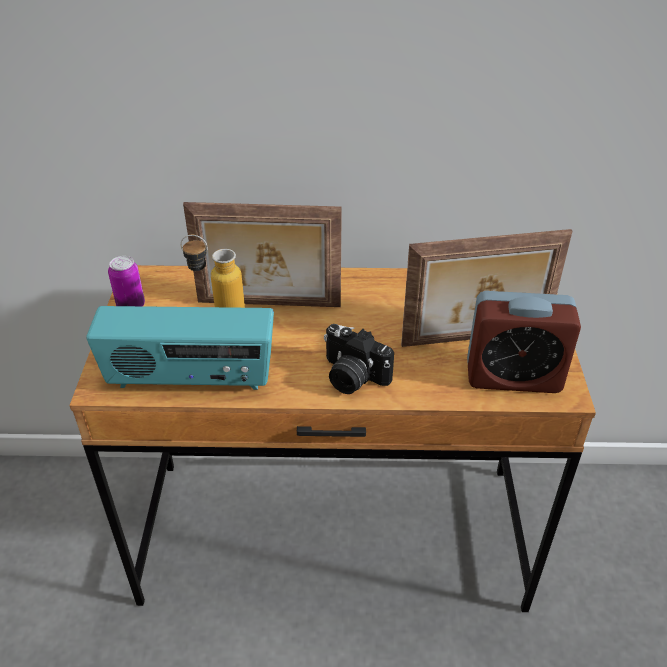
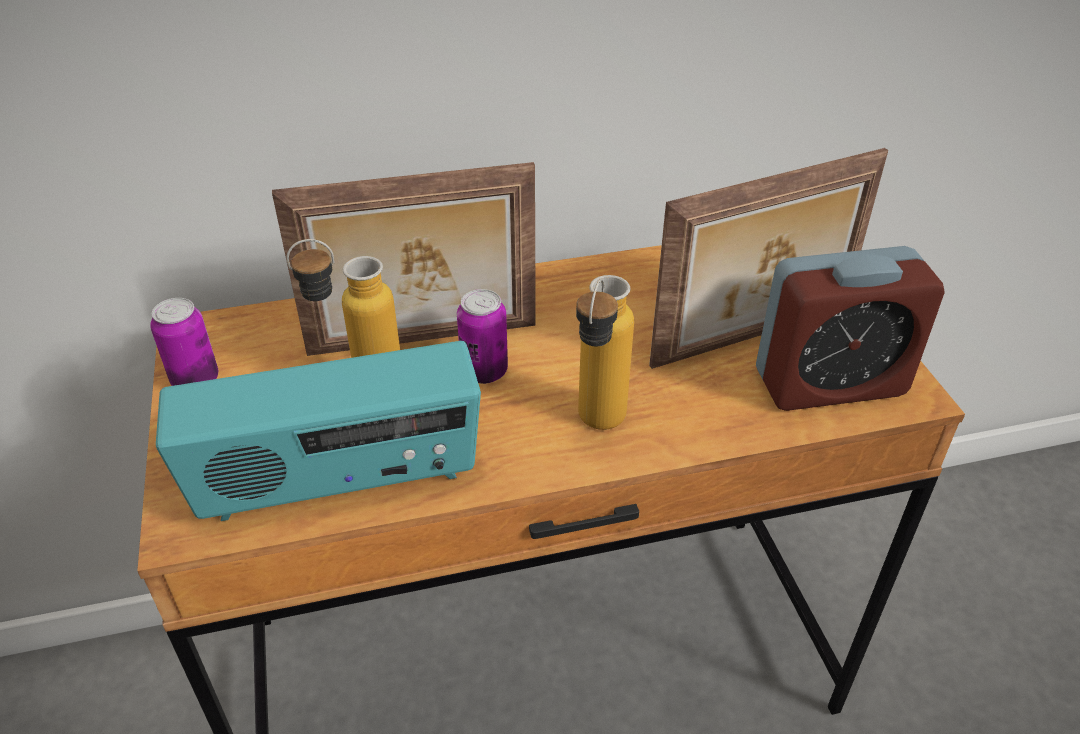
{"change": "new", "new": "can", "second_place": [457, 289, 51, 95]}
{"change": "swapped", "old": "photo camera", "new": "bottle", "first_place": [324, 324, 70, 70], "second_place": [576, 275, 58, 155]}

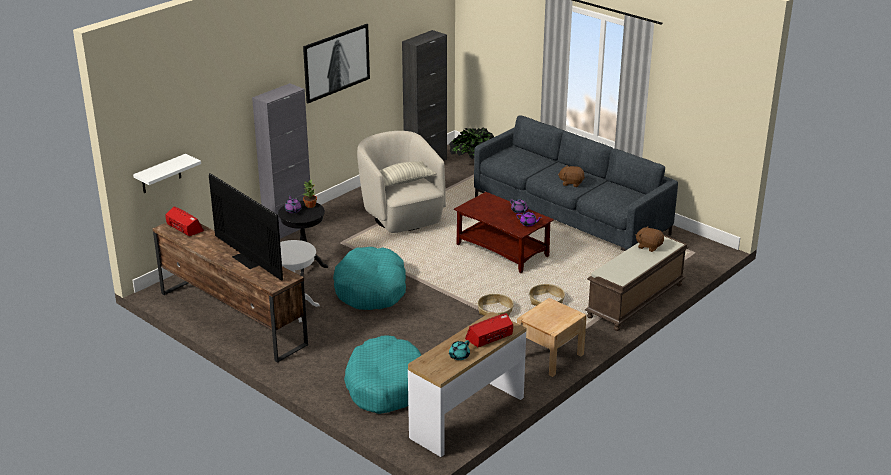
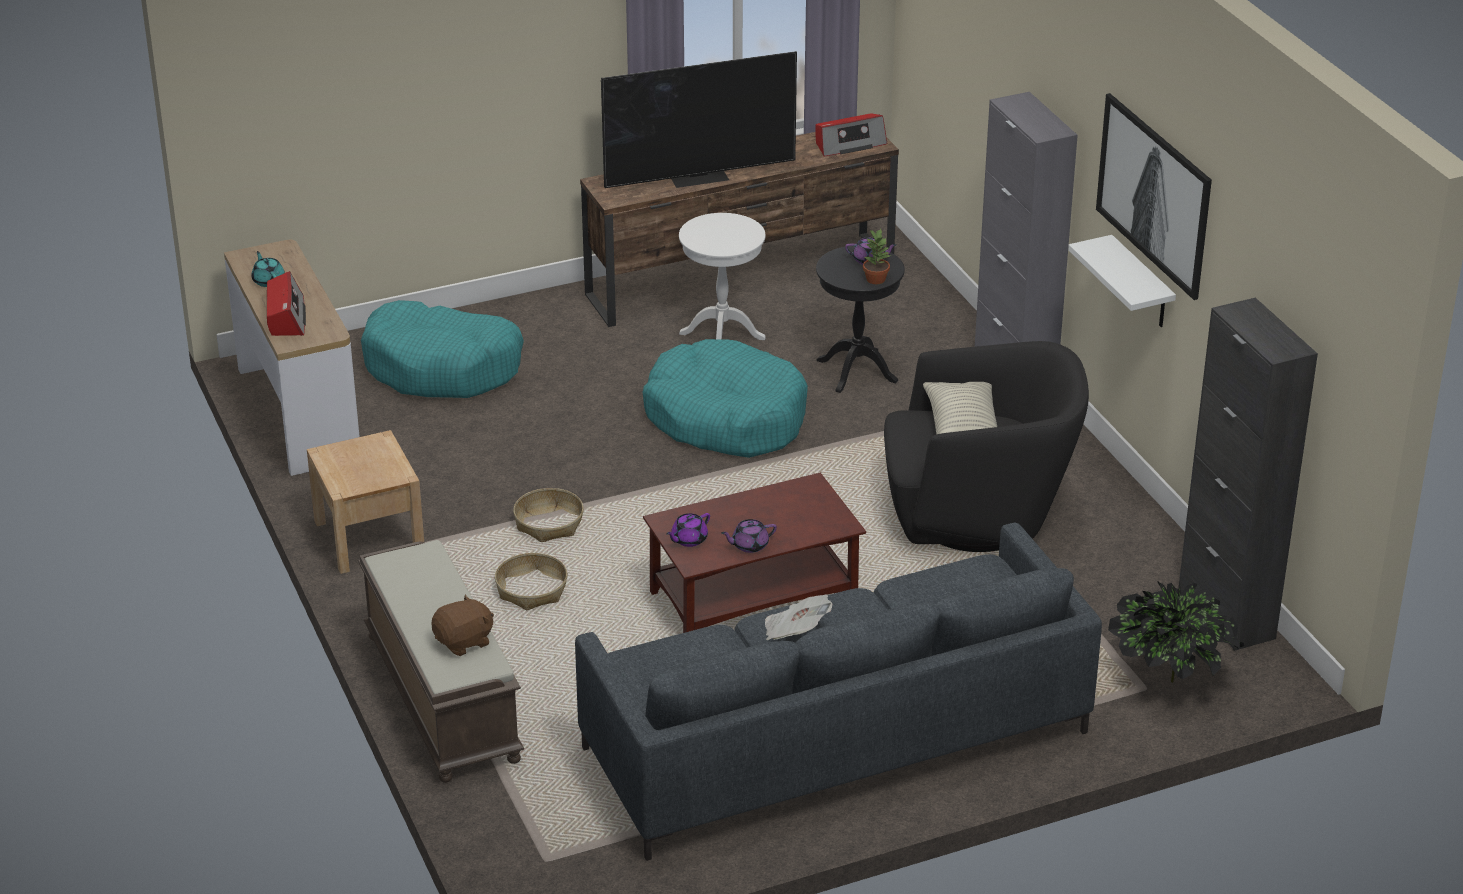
{"change": "swapped", "old": "brown plush toy", "new": "newspaper", "first_place": [558, 165, 27, 22], "second_place": [765, 594, 67, 46]}
{"change": "repainted", "old": "beige armchair", "new": "black armchair", "first_place": [357, 131, 89, 102], "second_place": [884, 341, 205, 211]}
{"change": "shifted", "old": "white shelf", "first_place": [133, 154, 68, 39], "second_place": [1068, 235, 108, 92]}

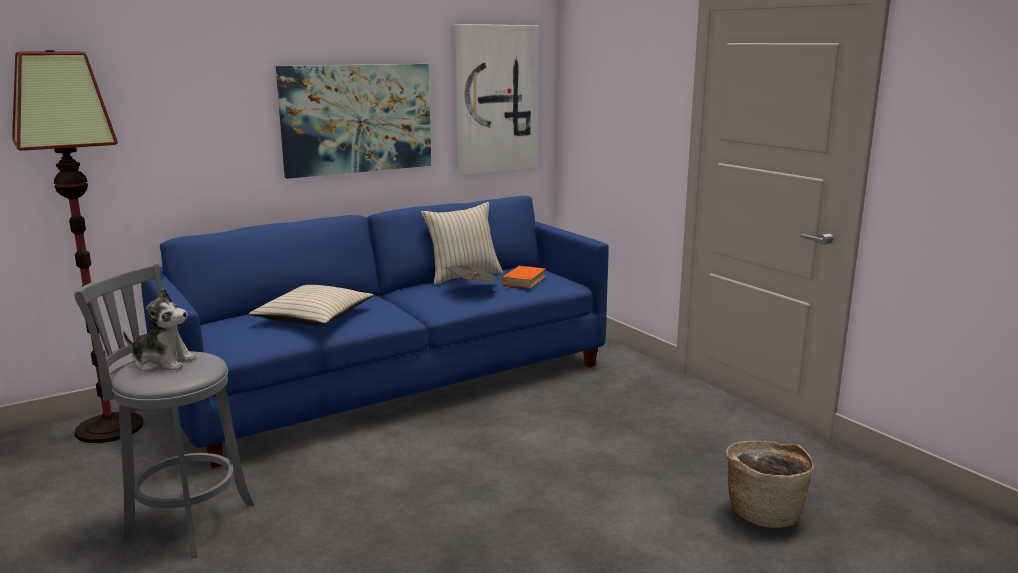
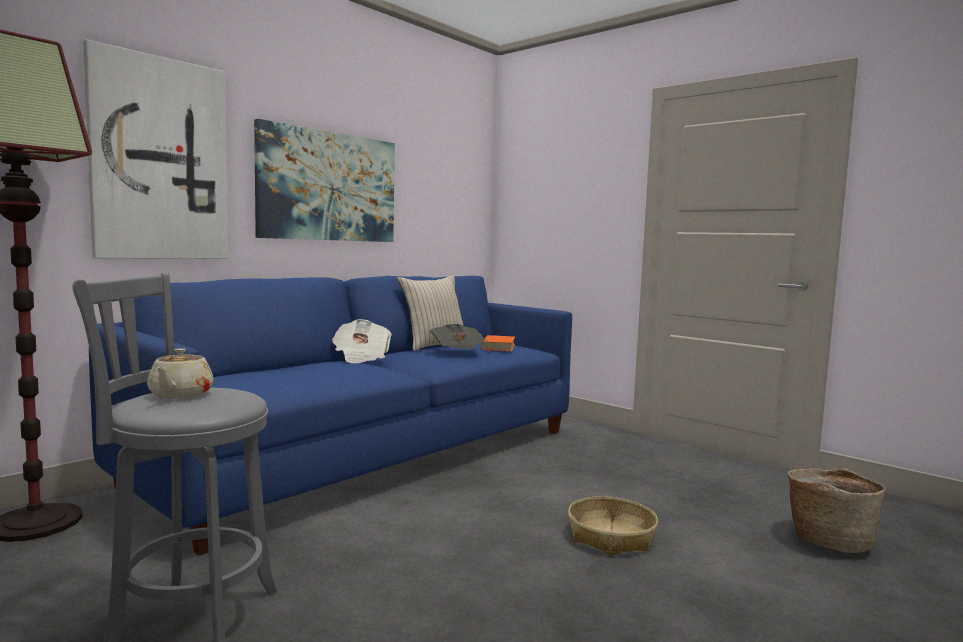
{"change": "shifted", "old": "picture", "first_place": [454, 24, 85, 152], "second_place": [83, 40, 145, 219]}
{"change": "swapped", "old": "plush toy", "new": "beige teapot", "first_place": [123, 288, 74, 84], "second_place": [147, 348, 67, 51]}
{"change": "new", "new": "newspaper", "second_place": [332, 319, 60, 44]}
{"change": "new", "new": "basket", "second_place": [568, 496, 90, 60]}
{"change": "gone", "old": "beige pillow", "first_place": [249, 285, 125, 41]}

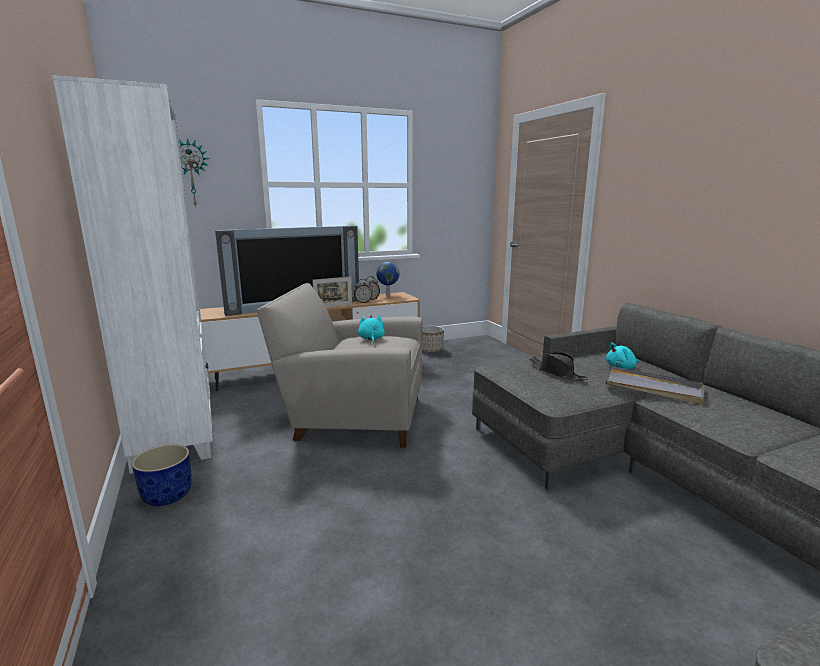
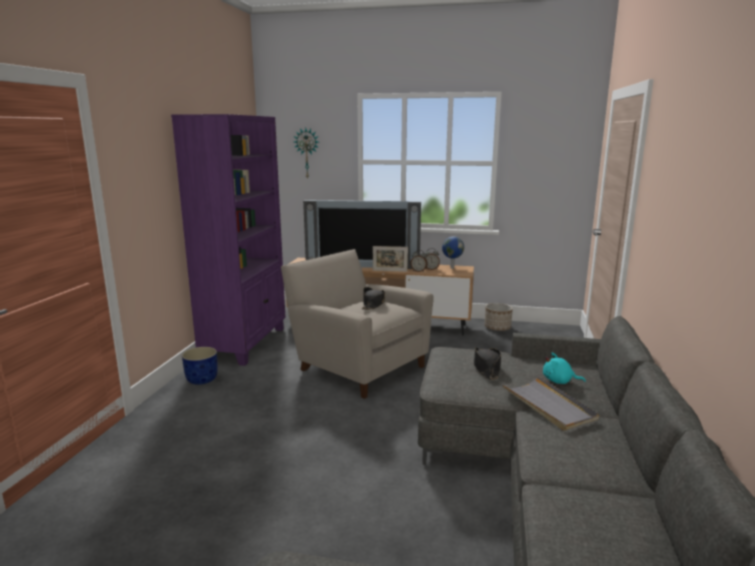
{"change": "repainted", "old": "white bookcase", "new": "purple bookcase", "first_place": [52, 75, 161, 399], "second_place": [171, 114, 115, 252]}
{"change": "swapped", "old": "turquoise plush toy", "new": "black hat", "first_place": [358, 315, 27, 28], "second_place": [362, 287, 23, 23]}

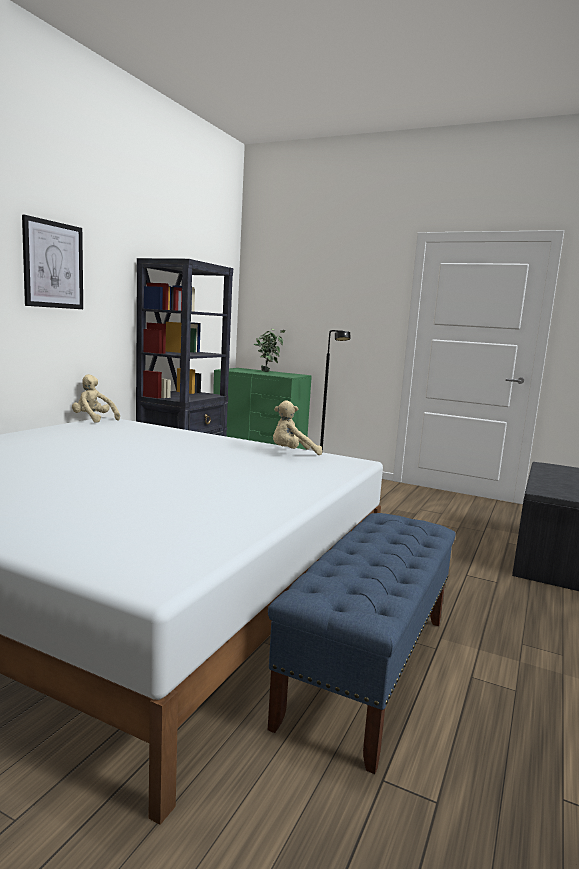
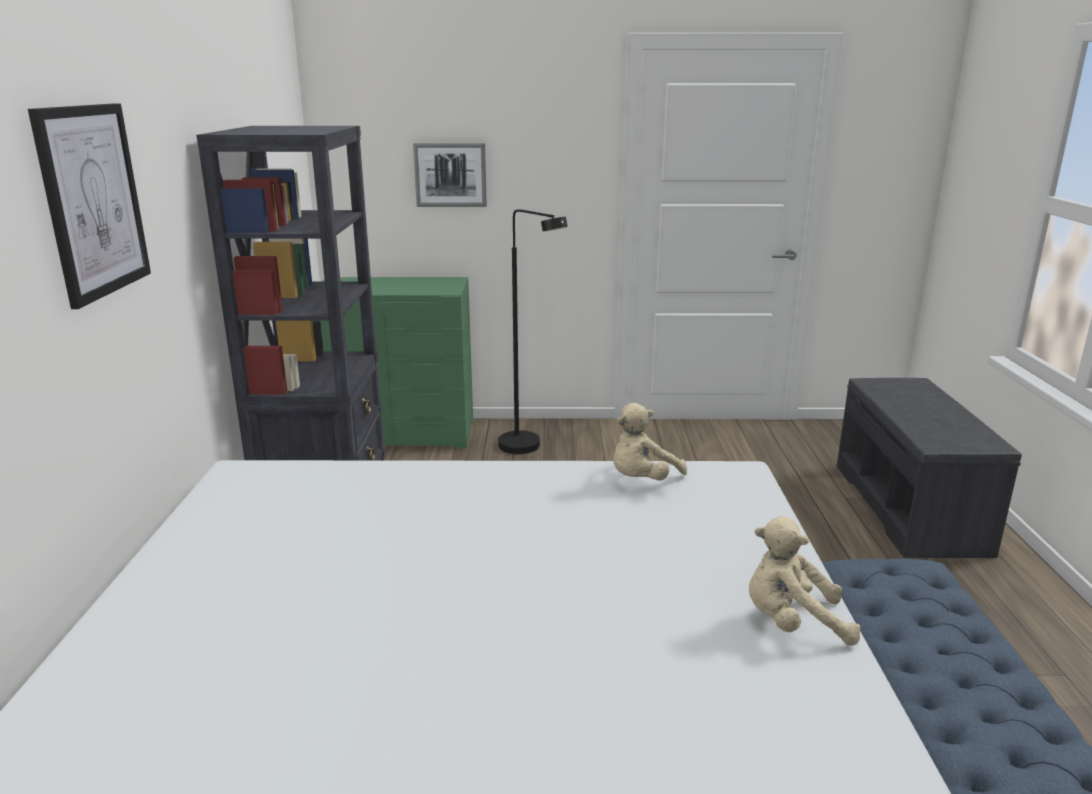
{"change": "new", "new": "picture", "second_place": [413, 143, 74, 64]}
{"change": "shifted", "old": "beige plush toy", "first_place": [72, 374, 48, 49], "second_place": [749, 516, 112, 130]}
{"change": "gone", "old": "potted plant", "first_place": [254, 329, 32, 43]}

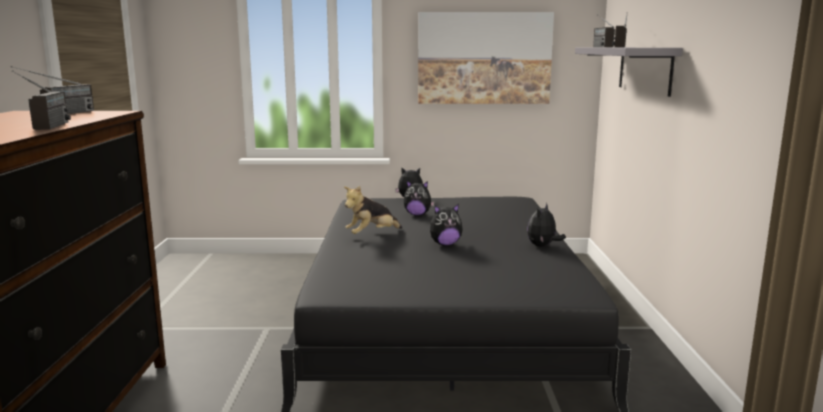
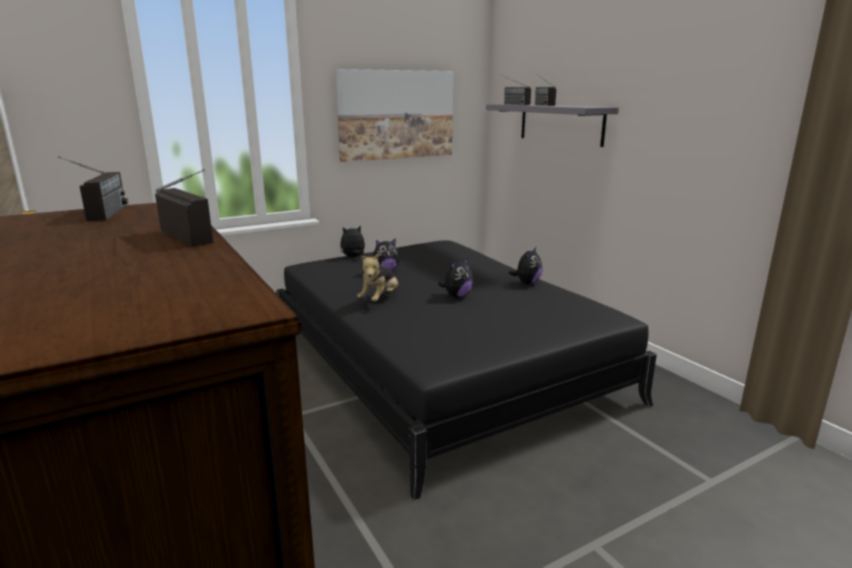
{"change": "rotated", "old": "plush toy", "first_place": [527, 203, 39, 44], "second_place": [509, 247, 33, 37], "degrees": -150}

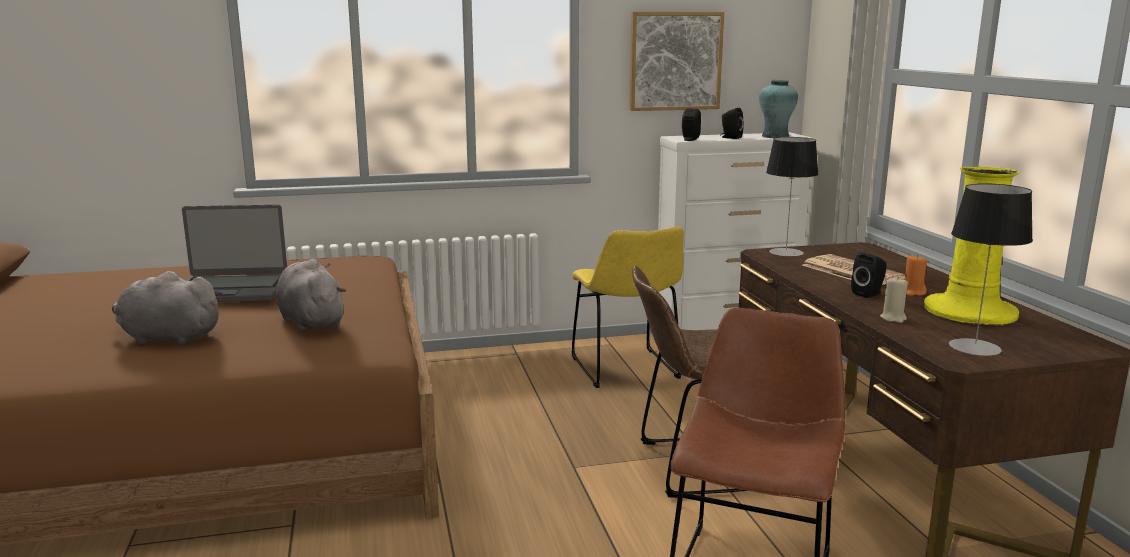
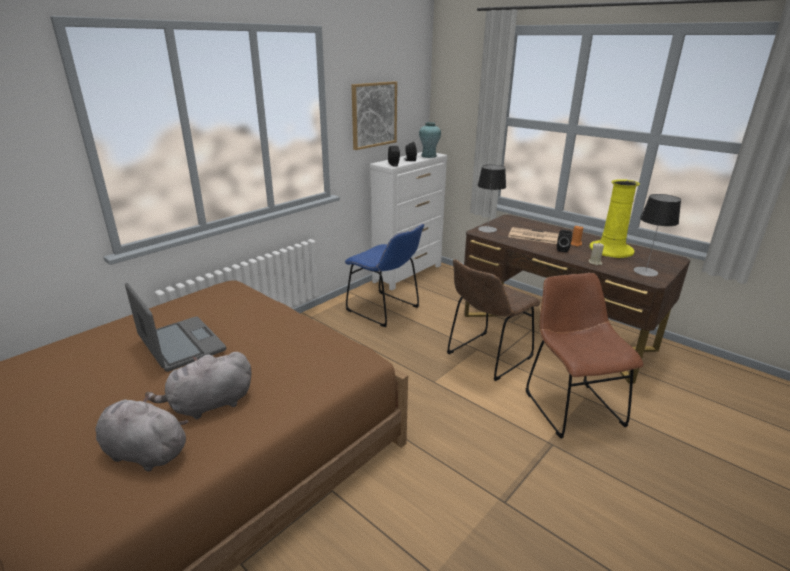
{"change": "shifted", "old": "grey plush toy", "first_place": [276, 259, 70, 72], "second_place": [95, 394, 94, 78]}
{"change": "rotated", "old": "laptop", "first_place": [182, 204, 105, 98], "second_place": [125, 283, 101, 89], "degrees": -90}
{"change": "repainted", "old": "yellow chair", "new": "blue chair", "first_place": [572, 226, 112, 162], "second_place": [345, 223, 79, 104]}

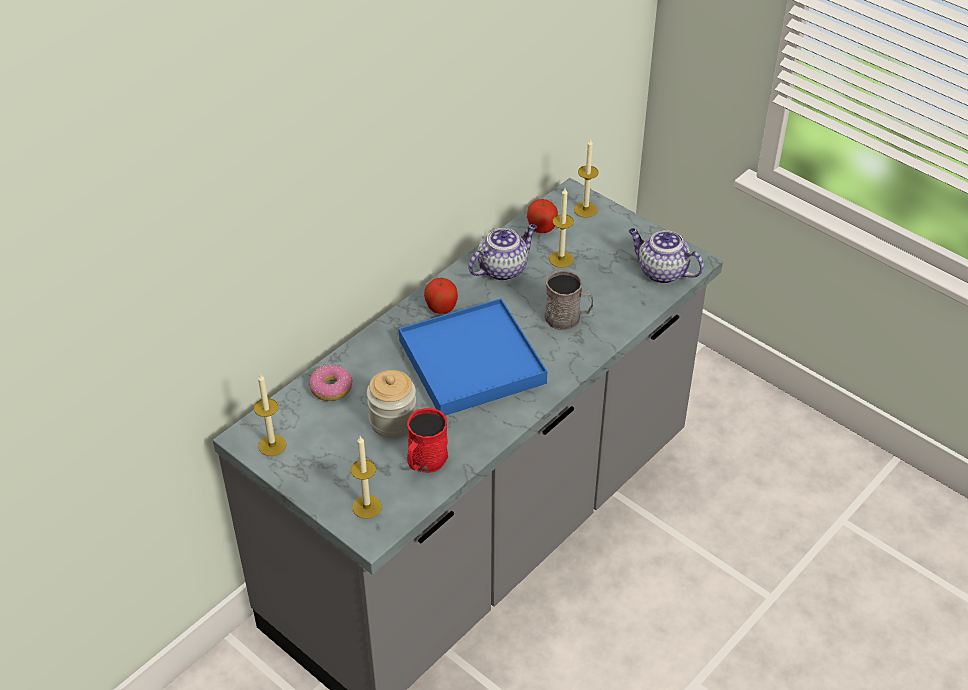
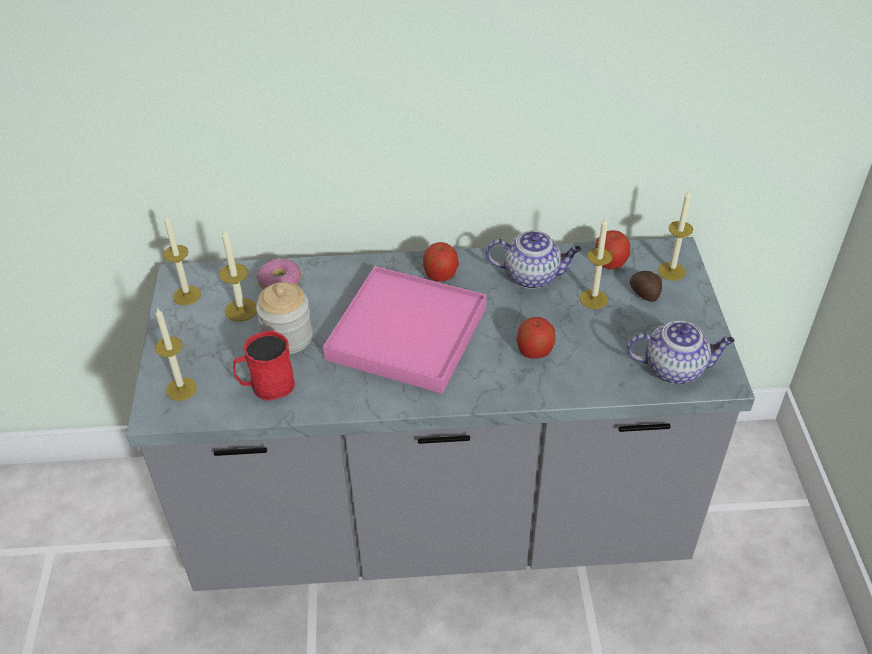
{"change": "new", "new": "candle", "second_place": [219, 229, 38, 93]}
{"change": "repainted", "old": "blue tray", "new": "pink tray", "first_place": [399, 298, 148, 118], "second_place": [323, 266, 163, 128]}
{"change": "swapped", "old": "grey mug", "new": "apple", "first_place": [544, 270, 49, 60], "second_place": [517, 317, 38, 42]}
{"change": "rotated", "old": "teapot", "first_place": [628, 228, 76, 56], "second_place": [627, 321, 108, 63], "degrees": 105}
{"change": "new", "new": "potato", "second_place": [630, 271, 32, 31]}

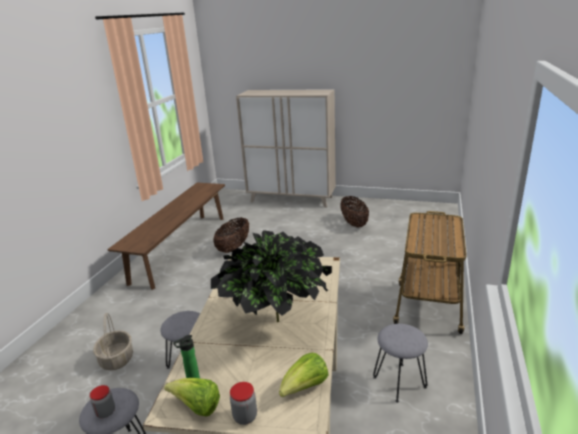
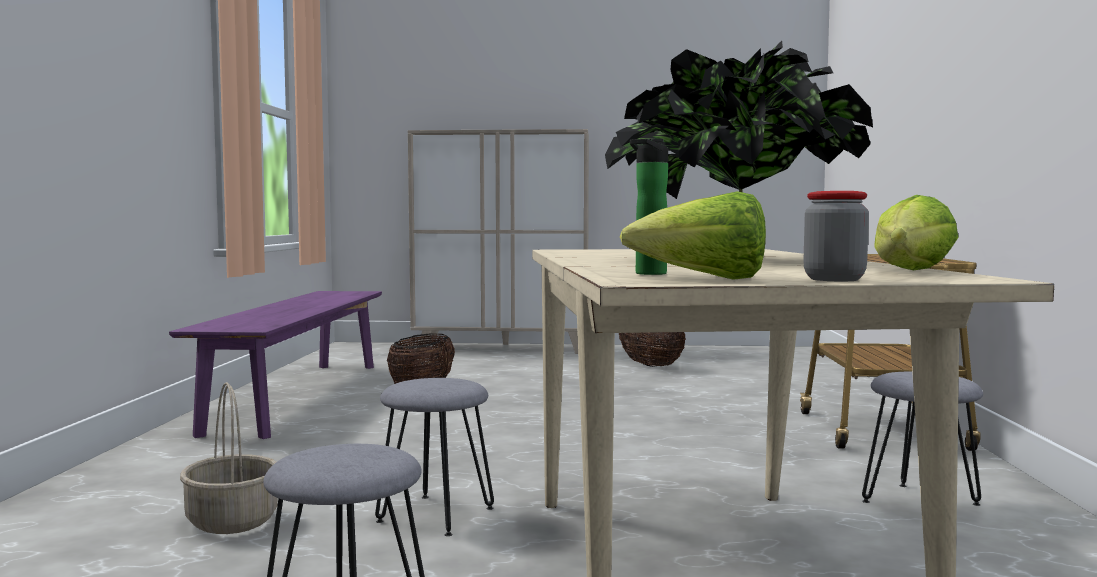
{"change": "repainted", "old": "brown bench", "new": "purple bench", "first_place": [107, 183, 118, 107], "second_place": [169, 291, 213, 148]}
{"change": "gone", "old": "jar", "first_place": [90, 385, 25, 33]}

